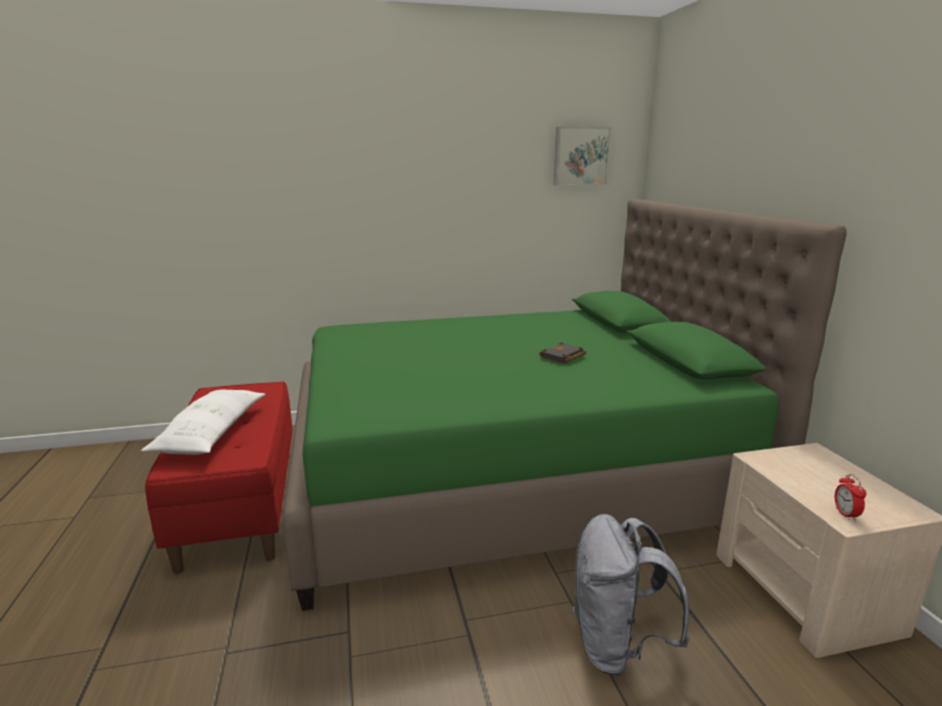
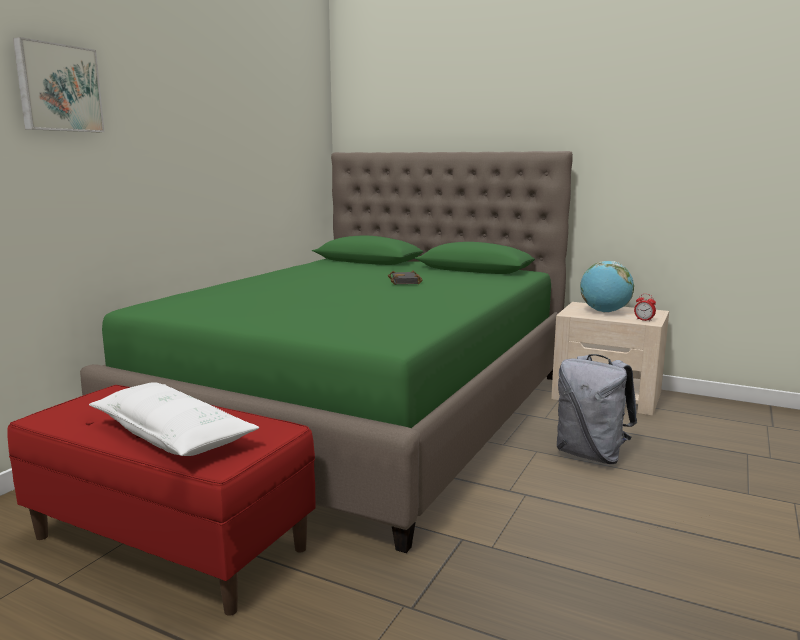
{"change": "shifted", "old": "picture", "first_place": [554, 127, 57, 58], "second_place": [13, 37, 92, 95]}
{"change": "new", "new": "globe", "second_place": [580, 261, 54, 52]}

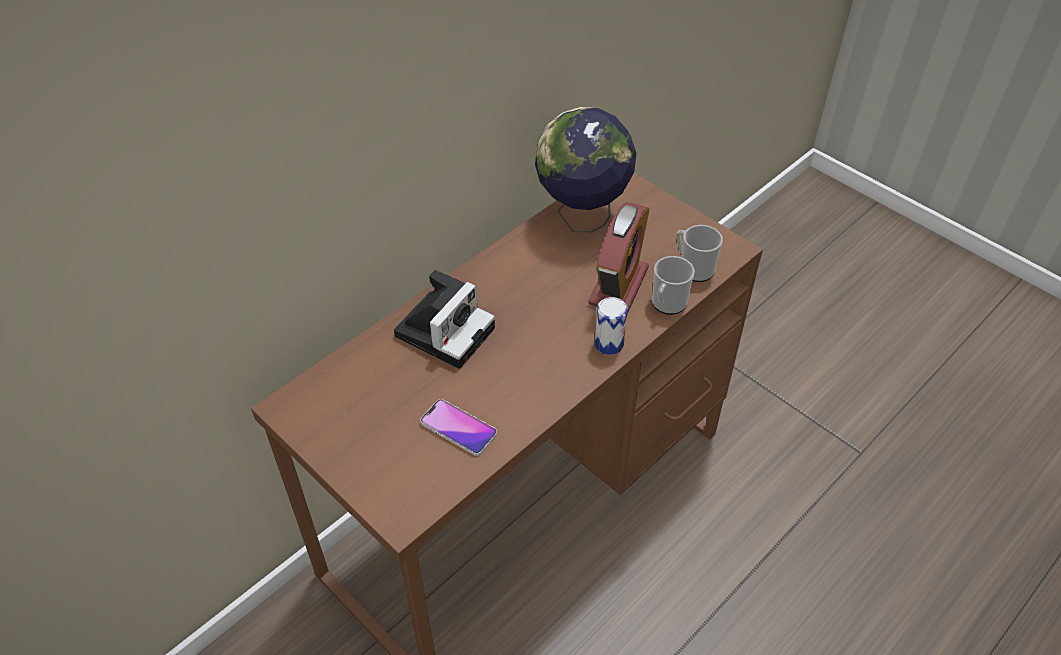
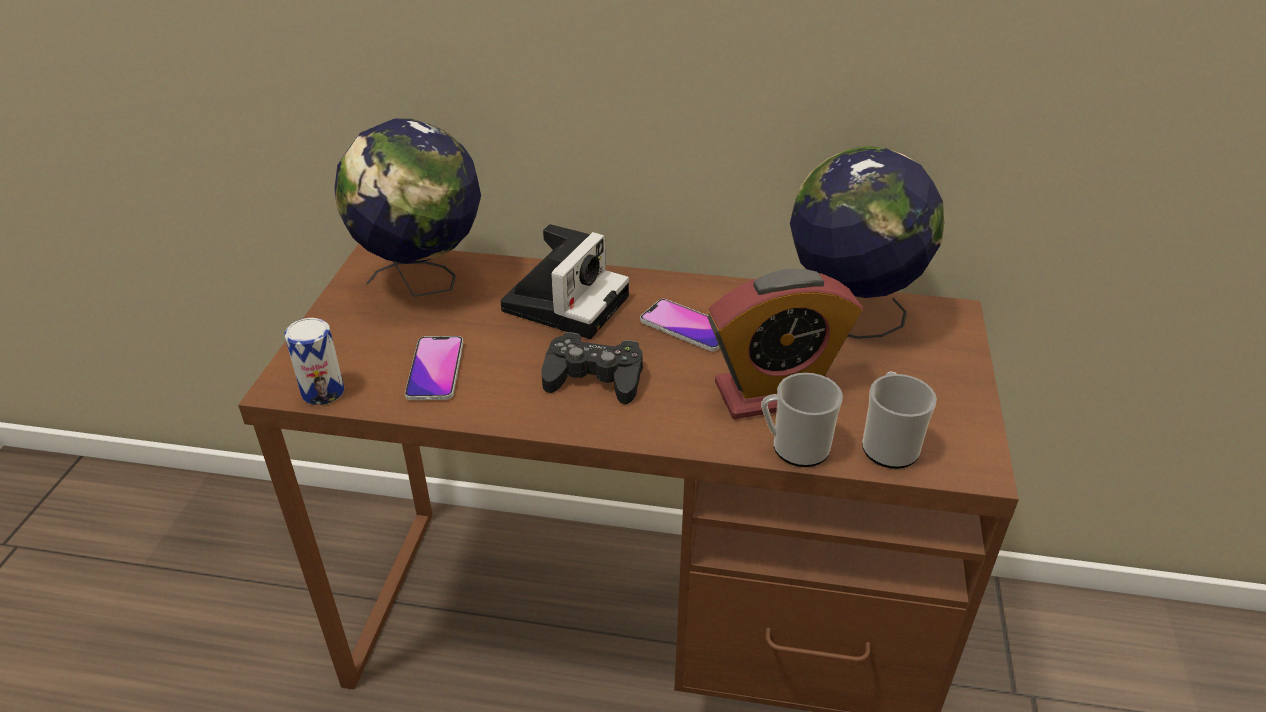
{"change": "shifted", "old": "can", "first_place": [595, 297, 33, 58], "second_place": [284, 318, 60, 87]}
{"change": "new", "new": "globe", "second_place": [335, 119, 146, 178]}
{"change": "rotated", "old": "photo camera", "first_place": [394, 270, 101, 99], "second_place": [501, 224, 128, 115], "degrees": -60}
{"change": "new", "new": "black game controller", "second_place": [541, 332, 102, 73]}
{"change": "new", "new": "phone", "second_place": [640, 299, 80, 52]}

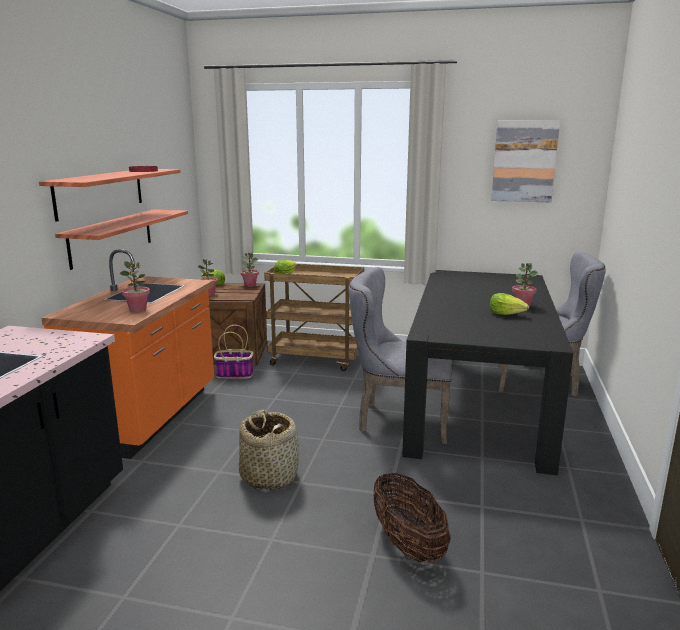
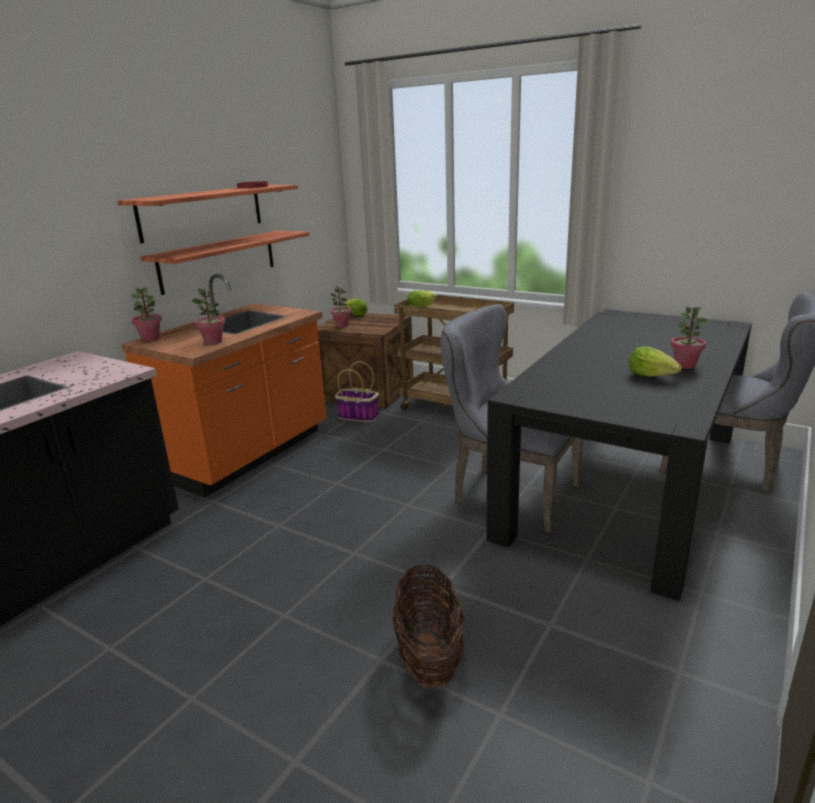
{"change": "shifted", "old": "potted plant", "first_place": [241, 252, 18, 35], "second_place": [131, 287, 31, 55]}
{"change": "gone", "old": "basket", "first_place": [239, 410, 60, 80]}
{"change": "gone", "old": "picture", "first_place": [491, 120, 69, 82]}

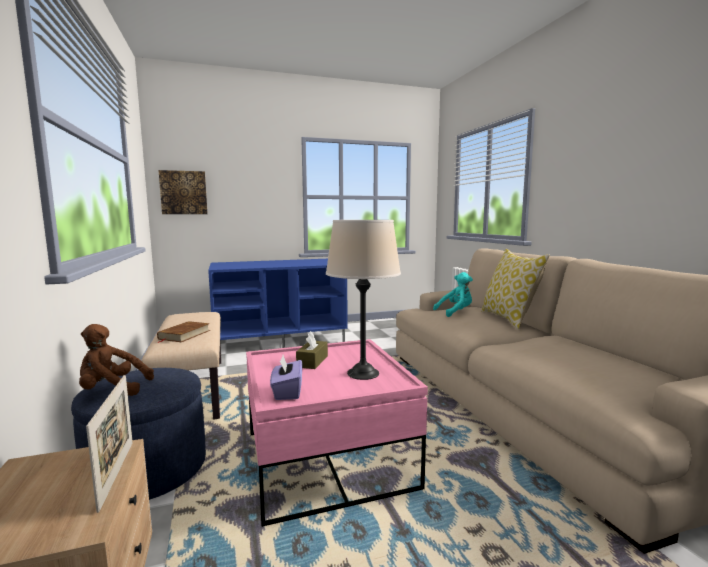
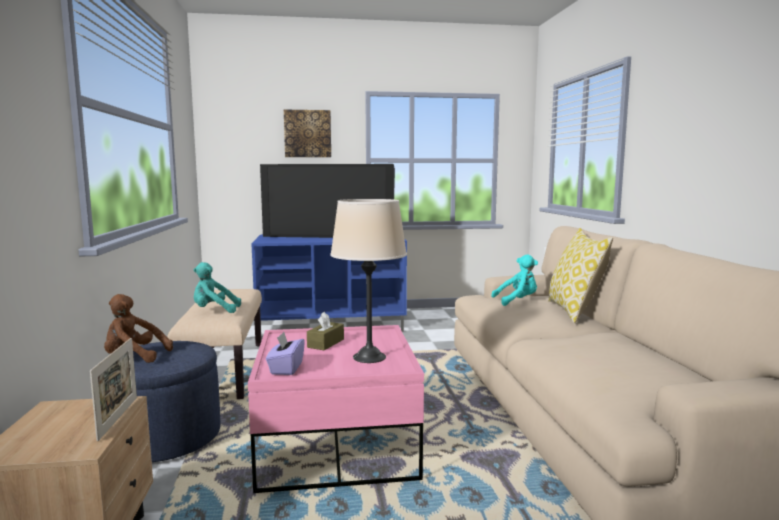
{"change": "swapped", "old": "brown book", "new": "turquoise plush toy", "first_place": [156, 321, 54, 22], "second_place": [193, 262, 48, 51]}
{"change": "new", "new": "television", "second_place": [260, 164, 135, 74]}
{"change": "shifted", "old": "picture", "first_place": [158, 170, 50, 44], "second_place": [284, 110, 47, 47]}

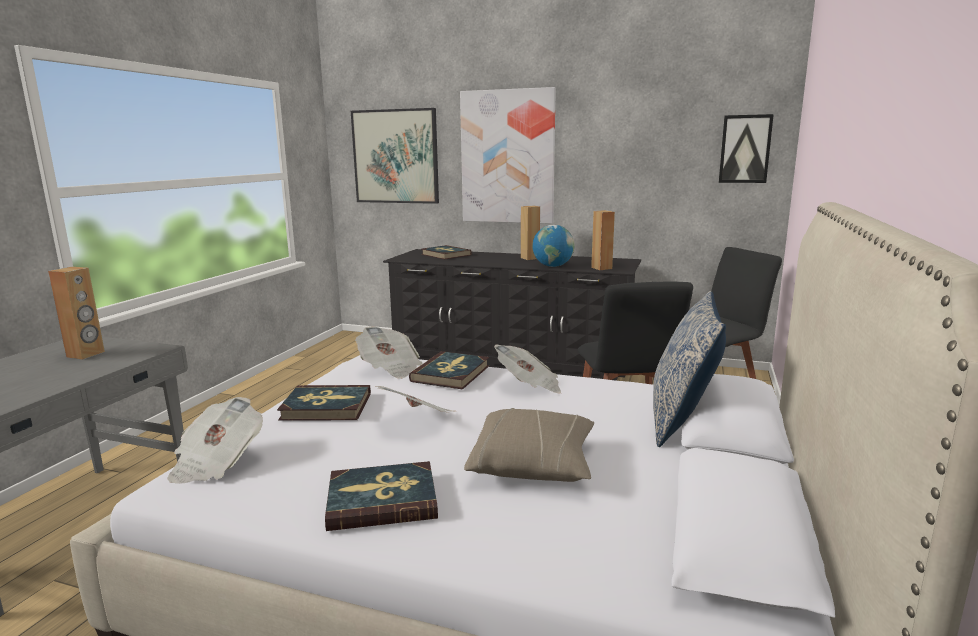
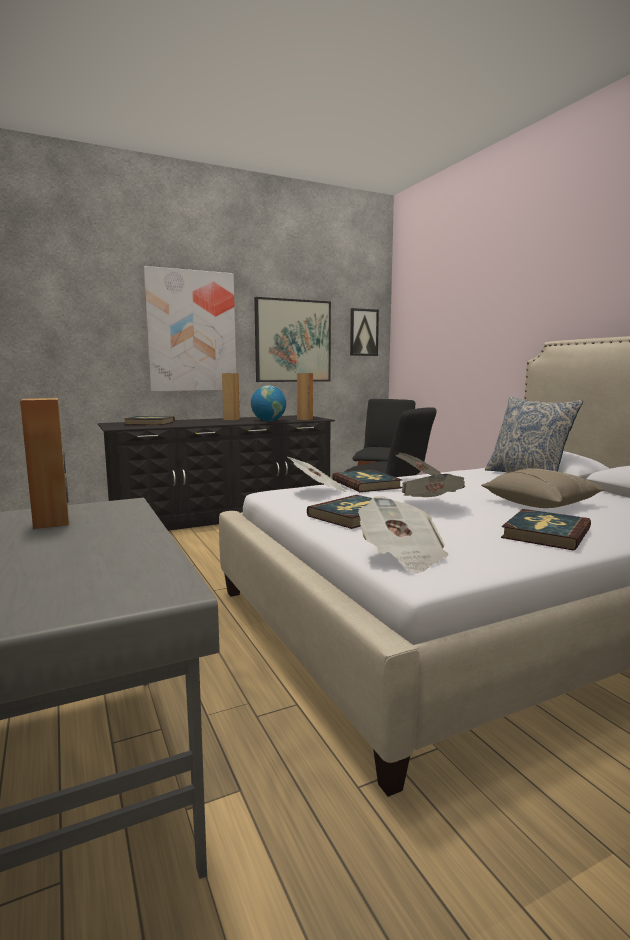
{"change": "shifted", "old": "picture", "first_place": [351, 108, 88, 96], "second_place": [254, 297, 77, 85]}

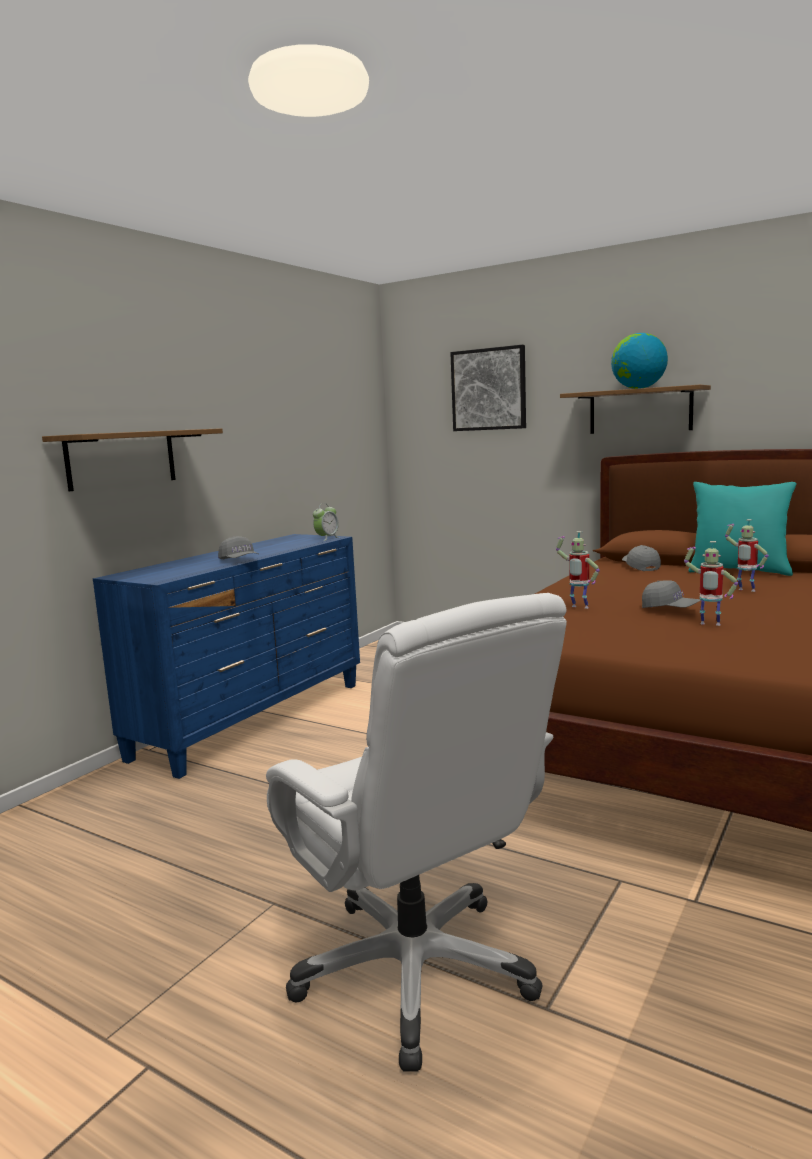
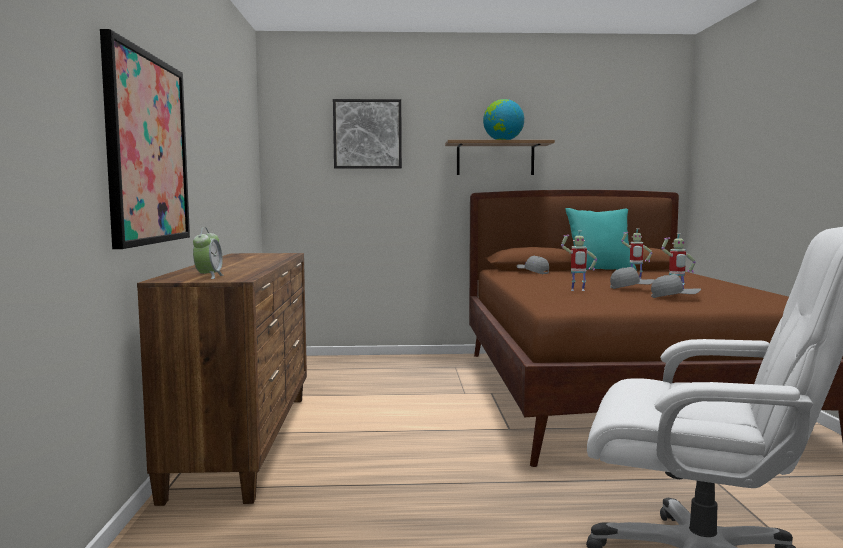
{"change": "swapped", "old": "shelf", "new": "picture", "first_place": [42, 428, 181, 63], "second_place": [100, 29, 90, 220]}
{"change": "repainted", "old": "blue dresser", "new": "brown dresser", "first_place": [93, 534, 267, 245], "second_place": [137, 253, 170, 253]}
{"change": "shifted", "old": "alarm clock", "first_place": [313, 503, 26, 38], "second_place": [193, 227, 31, 52]}
{"change": "shifted", "old": "grey cap", "first_place": [218, 536, 41, 23], "second_place": [651, 274, 50, 24]}

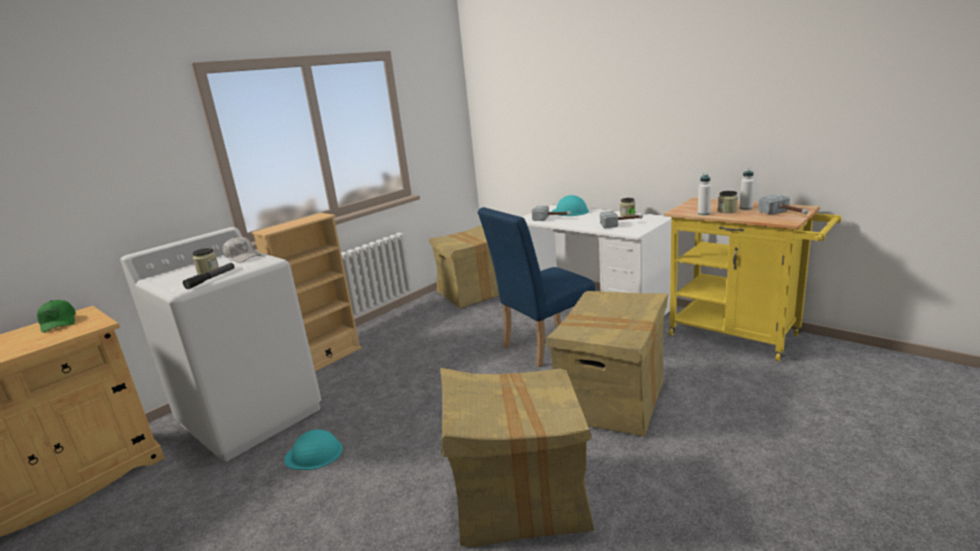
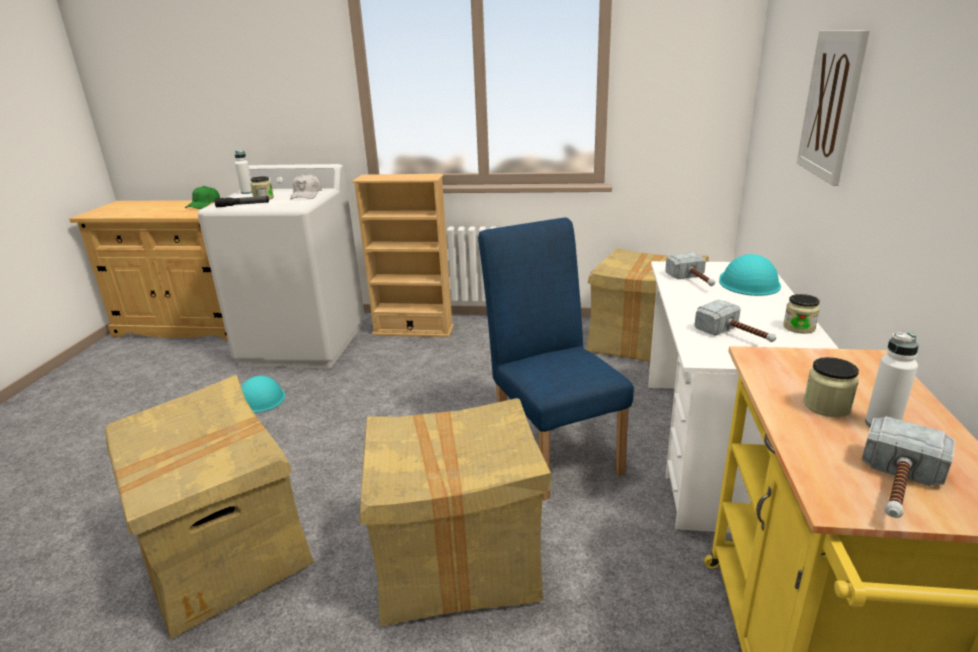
{"change": "shifted", "old": "white bottle", "first_place": [698, 173, 13, 42], "second_place": [235, 150, 17, 44]}
{"change": "rotated", "old": "blue chair", "first_place": [478, 207, 117, 160], "second_place": [478, 217, 156, 283], "degrees": 45}
{"change": "new", "new": "picture", "second_place": [797, 30, 72, 156]}

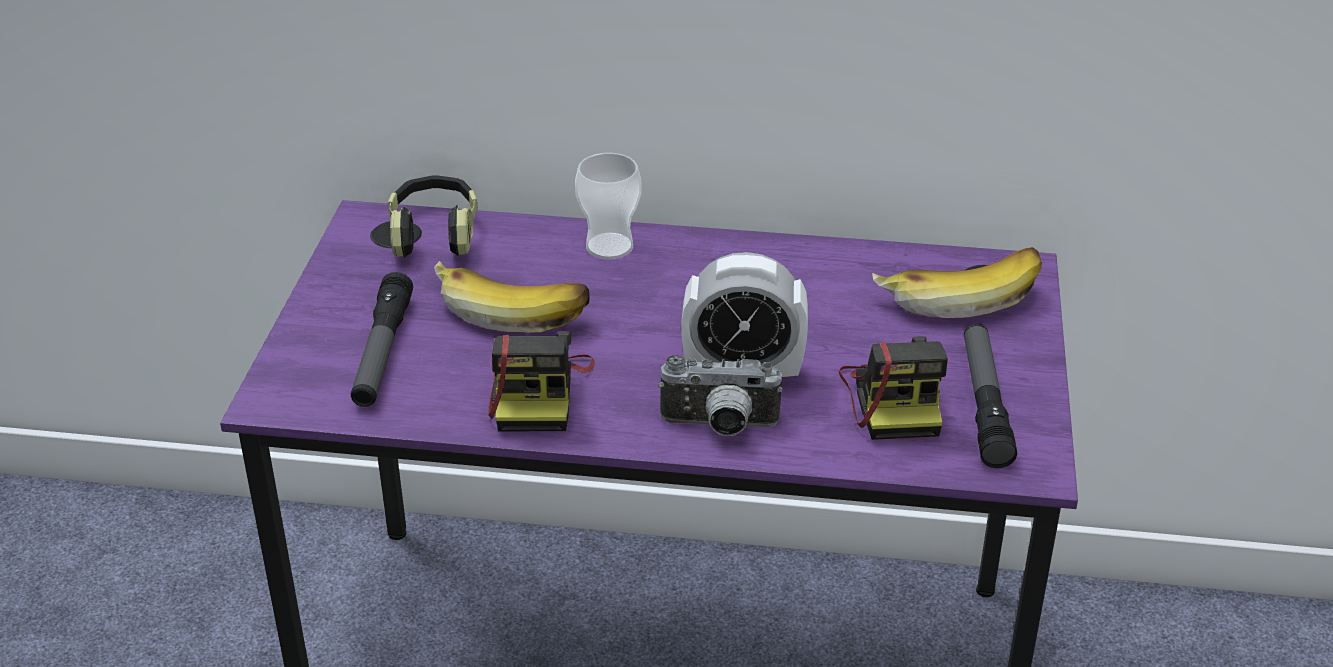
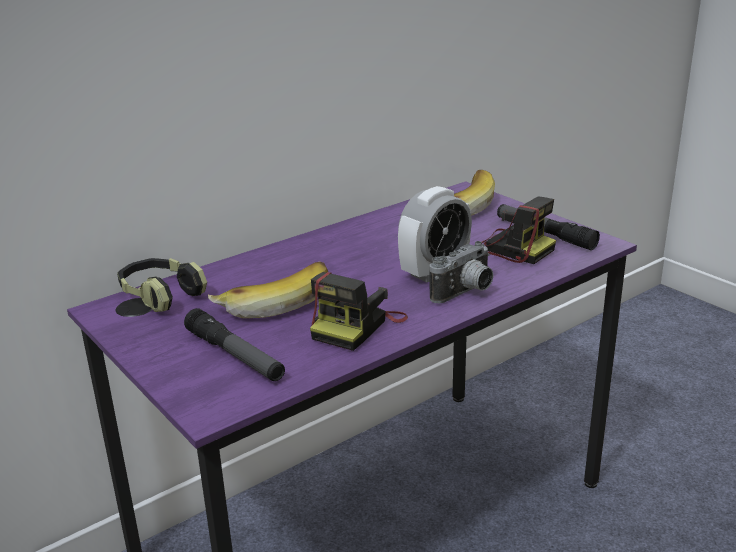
{"change": "rotated", "old": "photo camera", "first_place": [488, 331, 107, 100], "second_place": [310, 272, 98, 79], "degrees": 75}
{"change": "gone", "old": "cup", "first_place": [575, 153, 67, 106]}

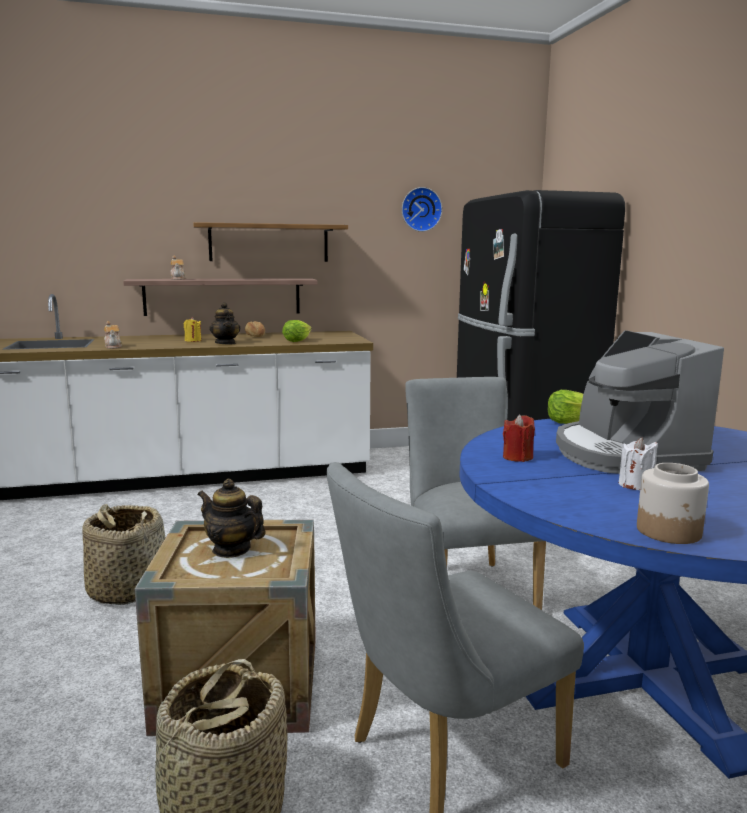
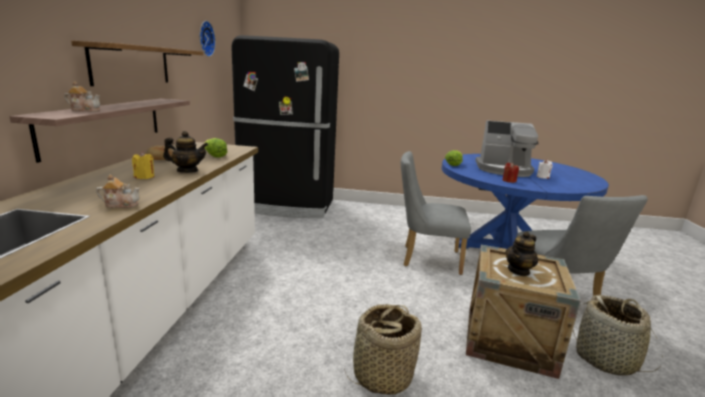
{"change": "gone", "old": "jar", "first_place": [637, 463, 72, 81]}

